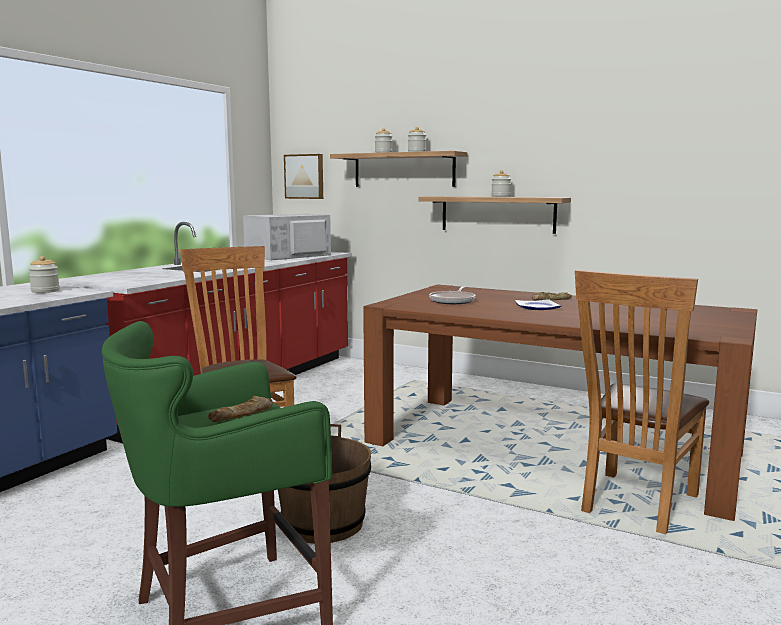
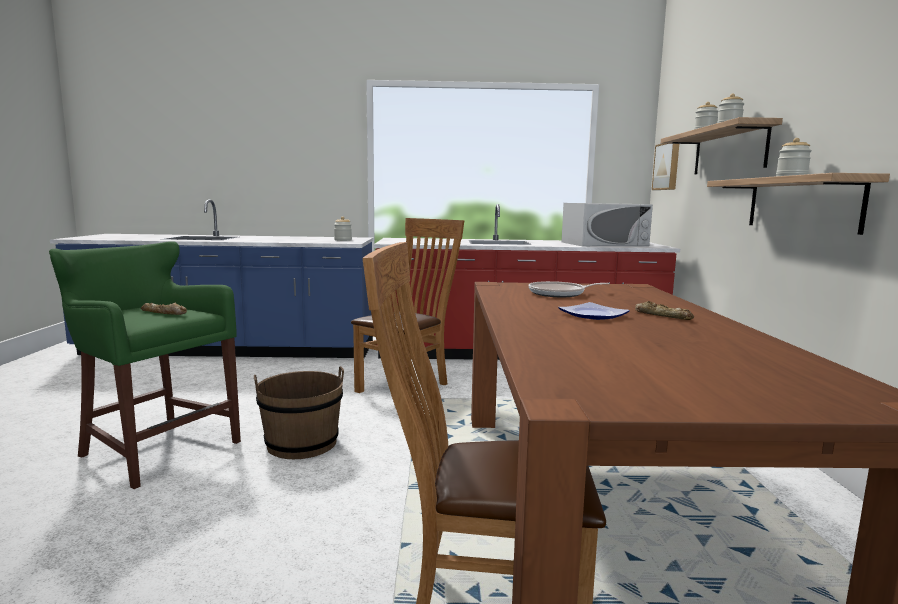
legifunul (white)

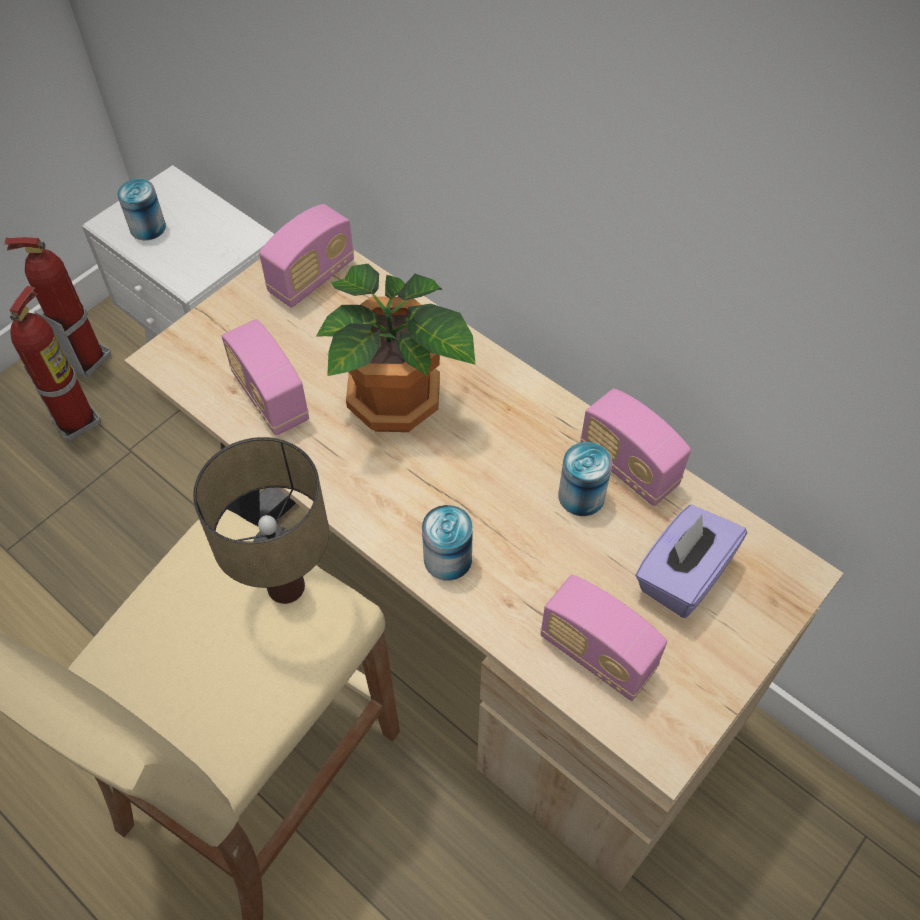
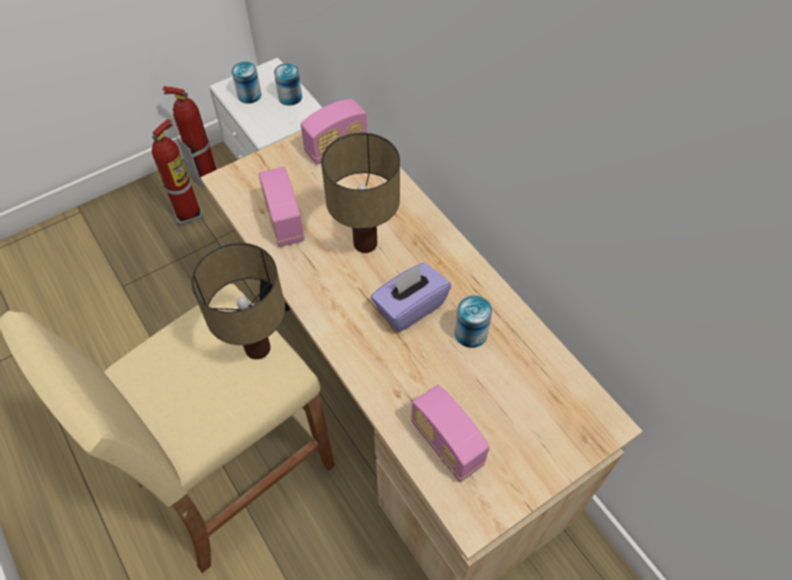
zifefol (4th from left in the first image)
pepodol (2nd from left)
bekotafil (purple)
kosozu (2nd from left)

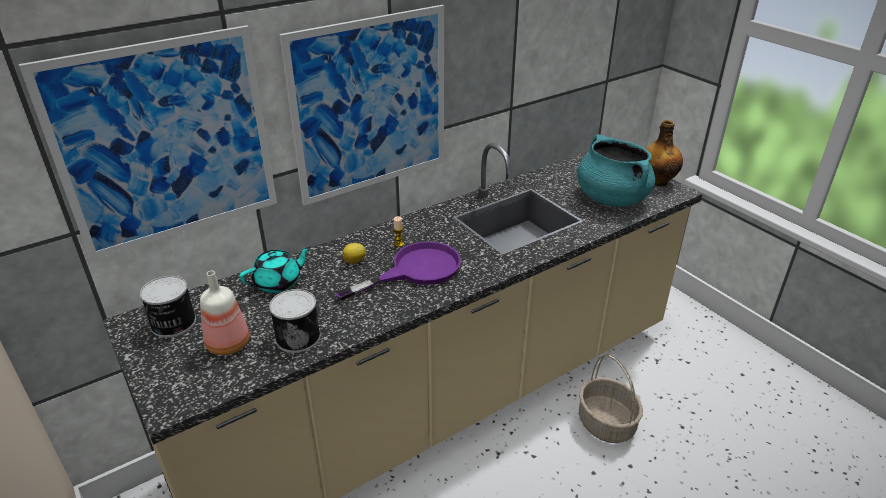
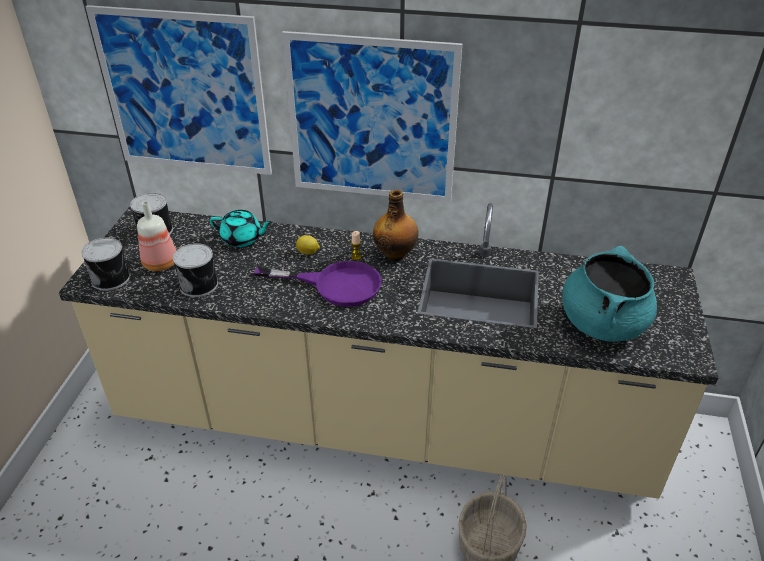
pepodol (1st from left)
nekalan (2nd from left)

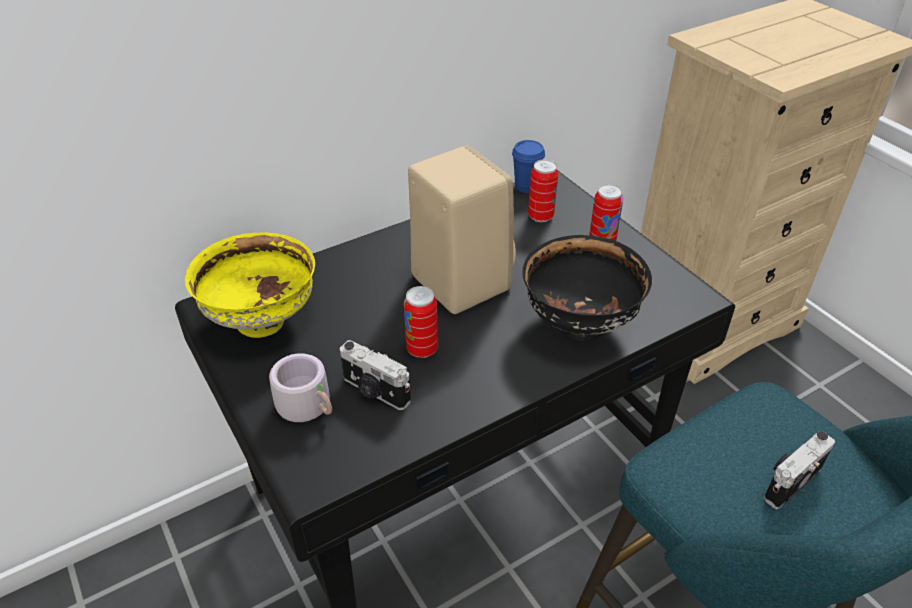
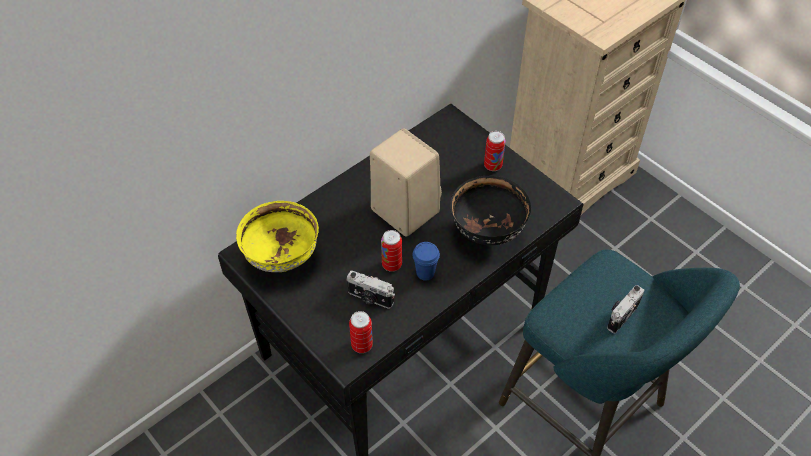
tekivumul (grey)
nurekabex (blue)
pepodol (1st from left)

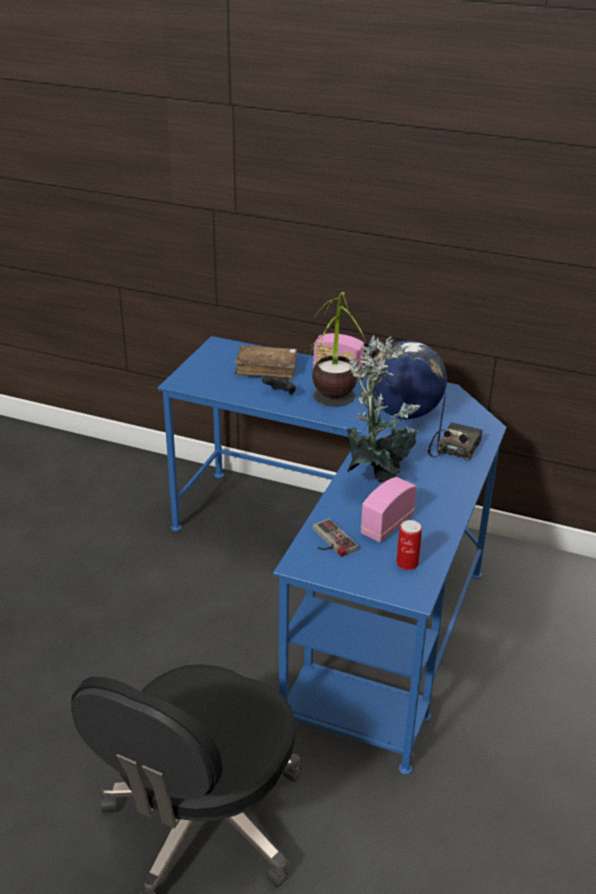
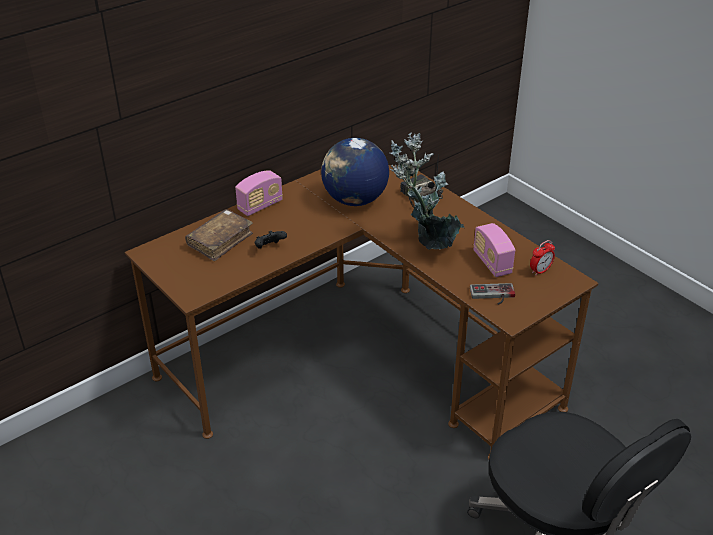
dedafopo (1st from left in the first image)
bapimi
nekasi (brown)

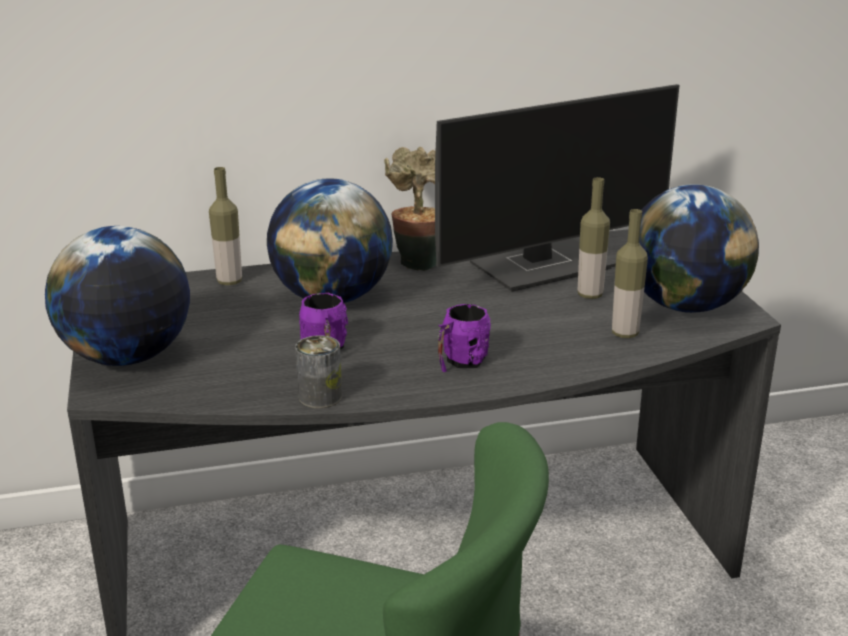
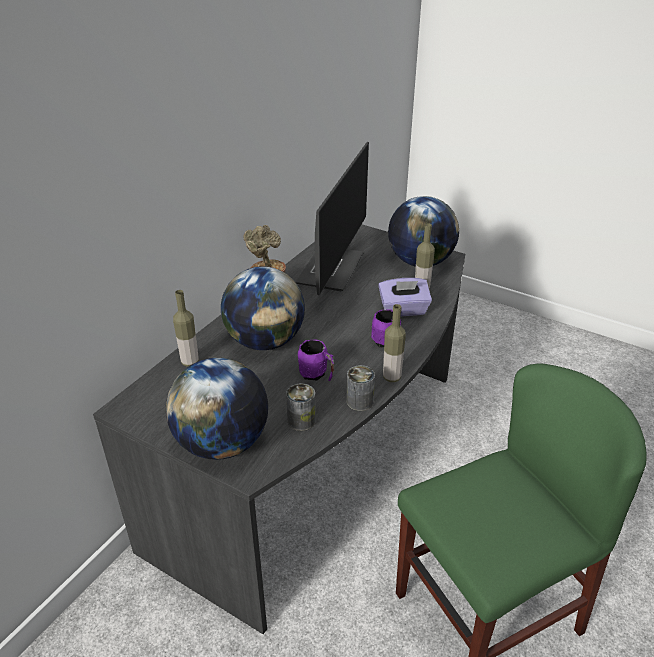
pepodol (1st from left)
bekotafil (purple)
nekalan (2nd from left)

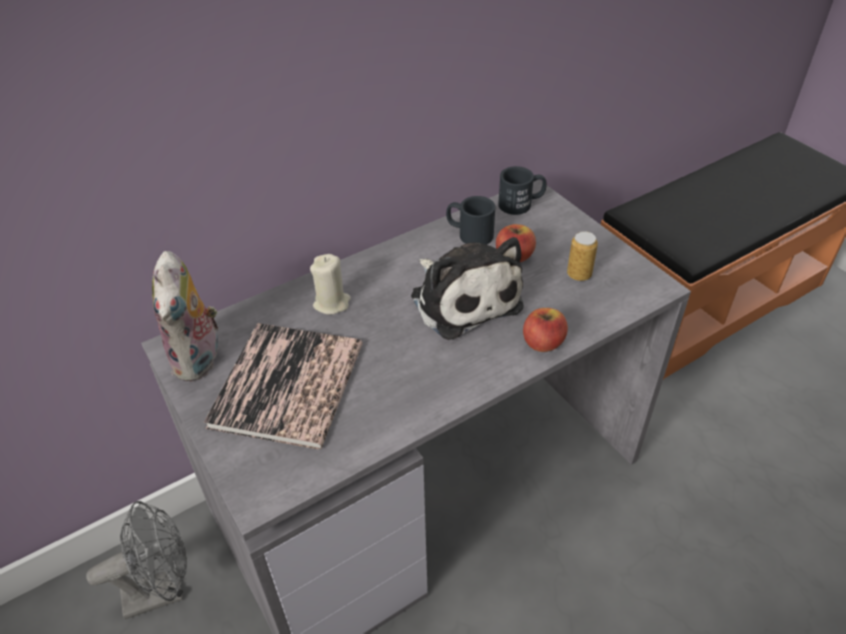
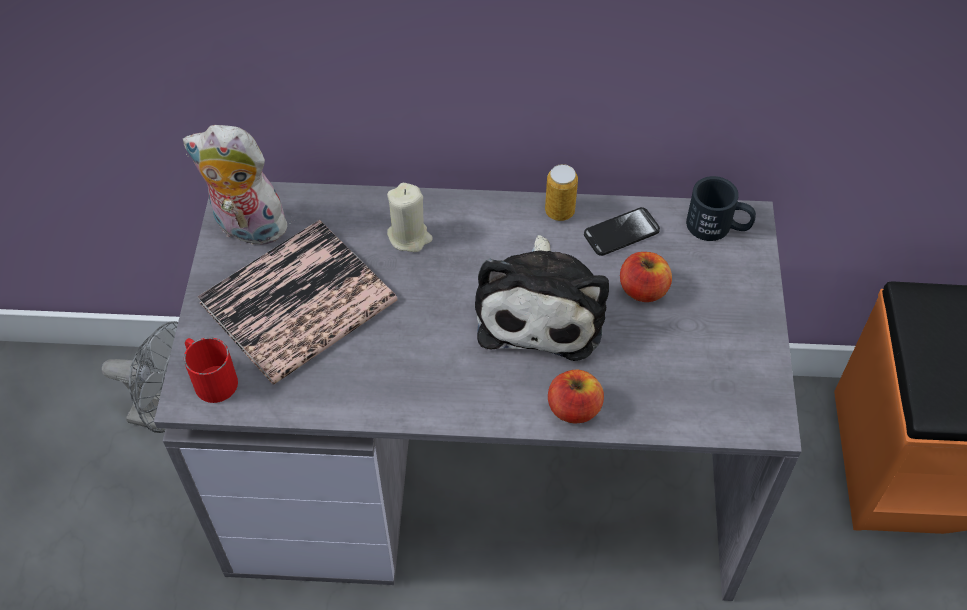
tekivumul (red)
pepodol
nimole
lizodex (1st from left)

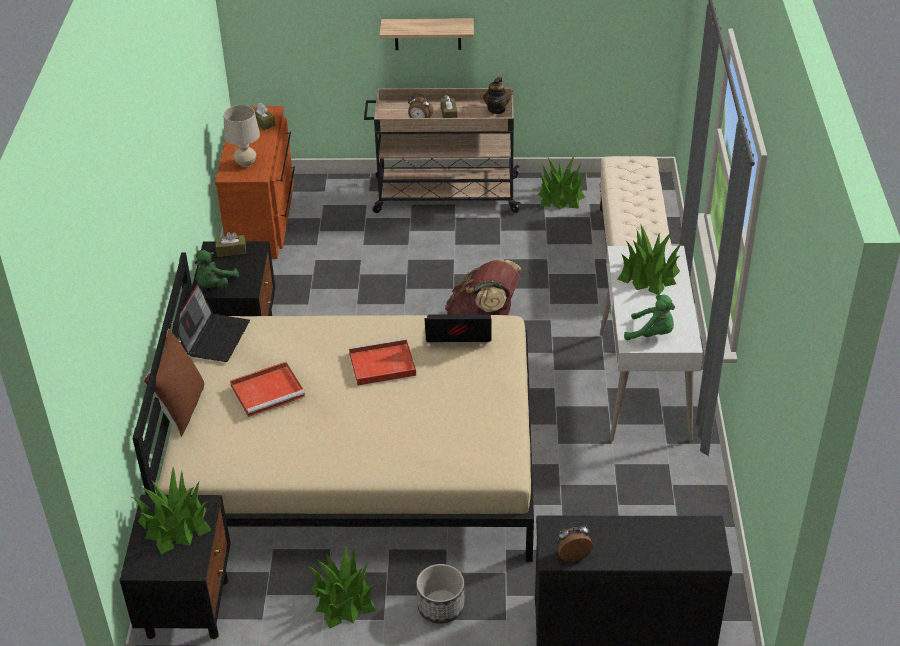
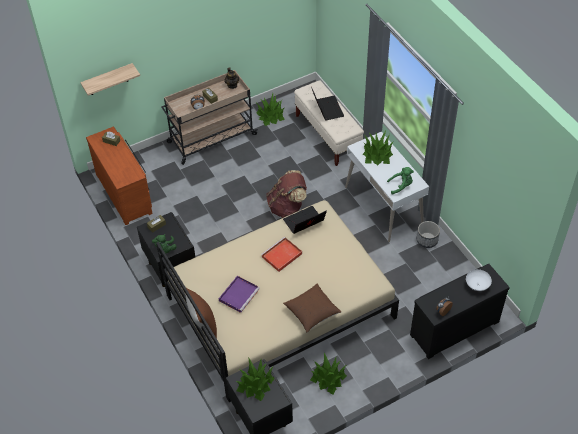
kosozu (beige)
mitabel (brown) (2nd from left)
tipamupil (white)
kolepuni (2nd from left)
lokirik
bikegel
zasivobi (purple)

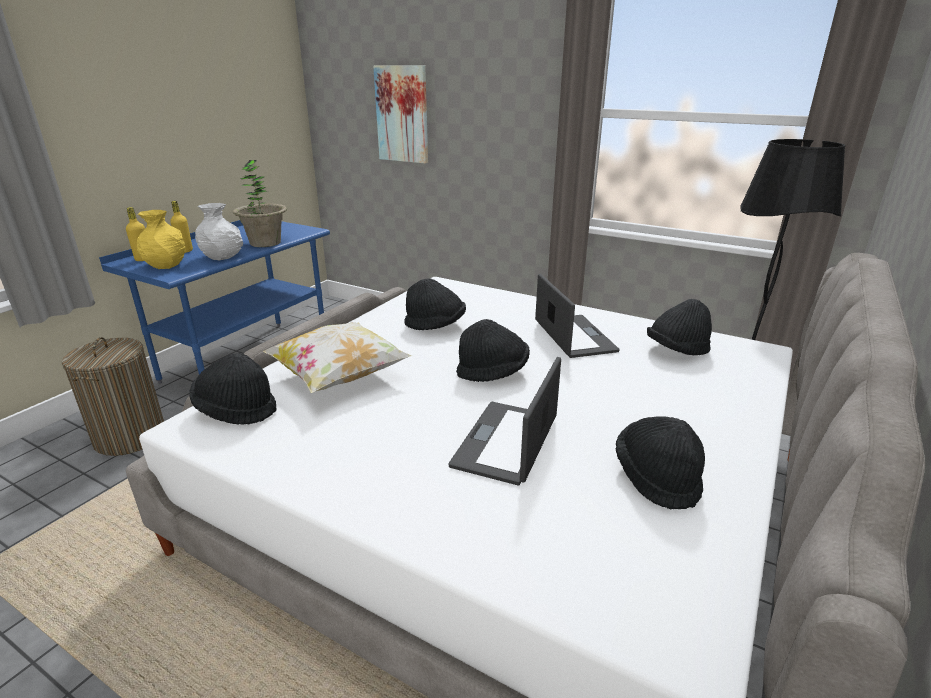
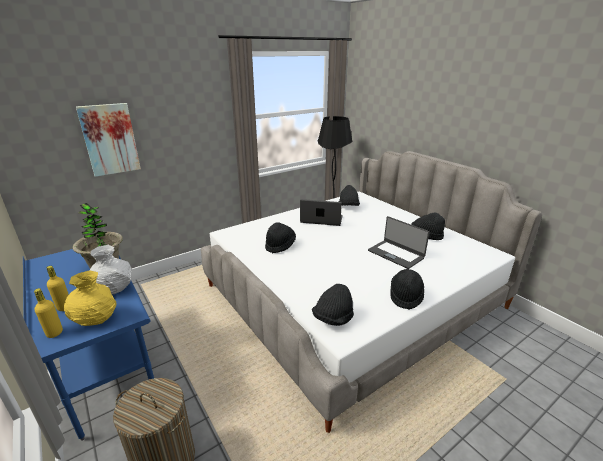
mitabel
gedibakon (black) (4th from left)

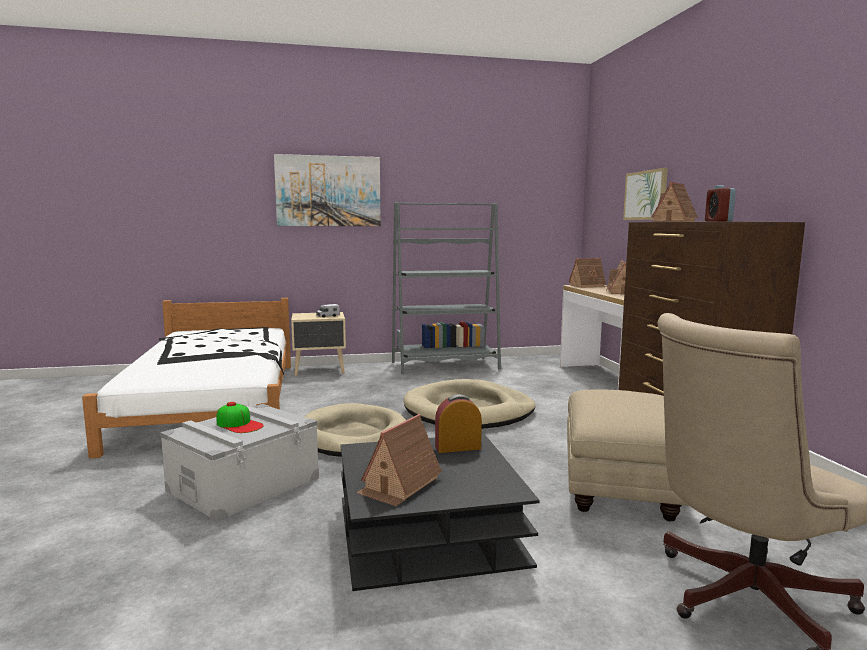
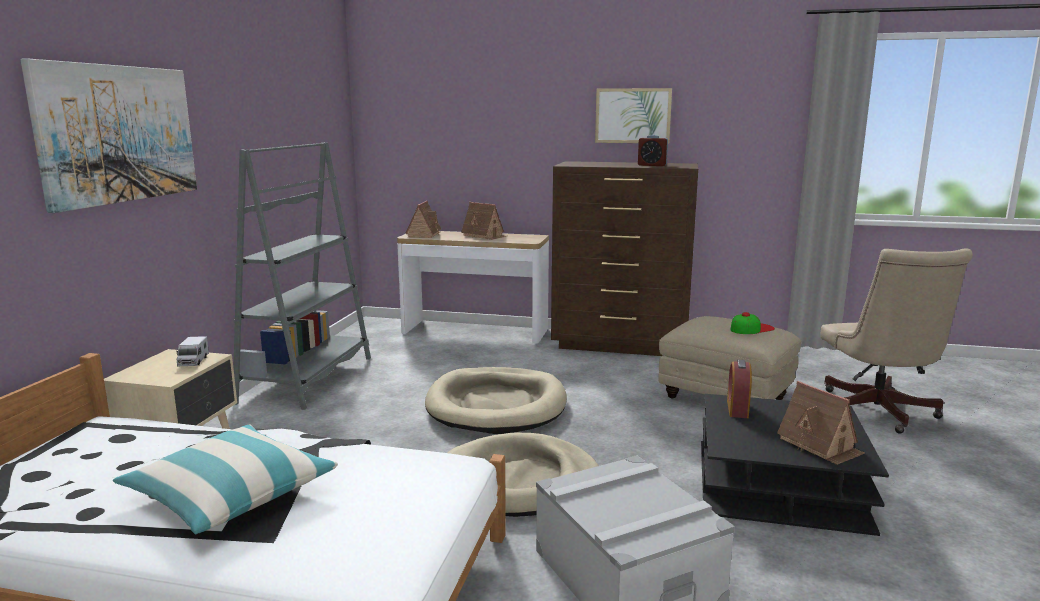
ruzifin (4th from left in the first image)
mitabel
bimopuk
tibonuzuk (2nd from left)

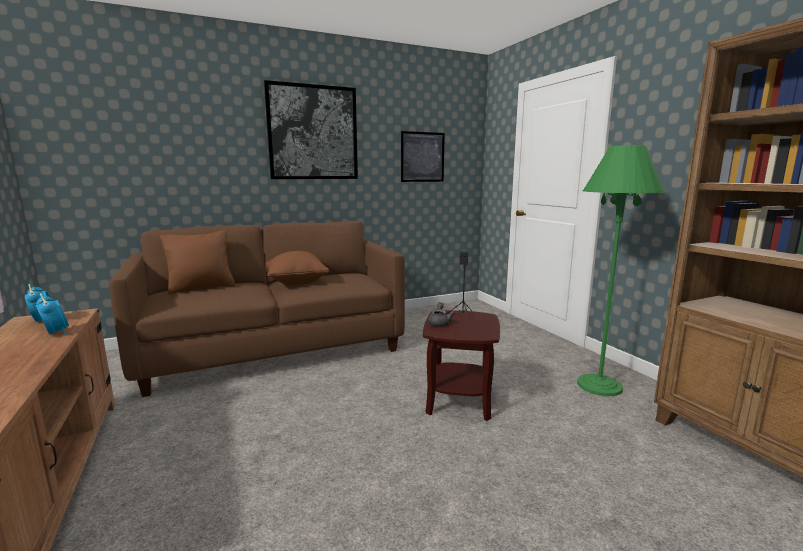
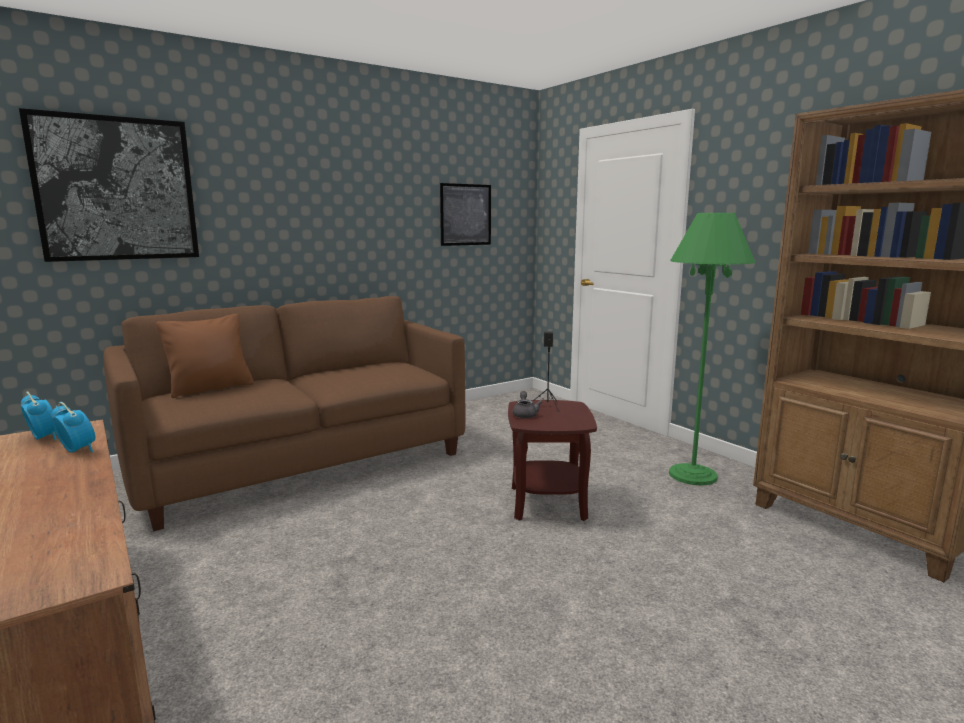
mitabel (brown) (2nd from left in the first image)
tibonuzuk (1st from left)

